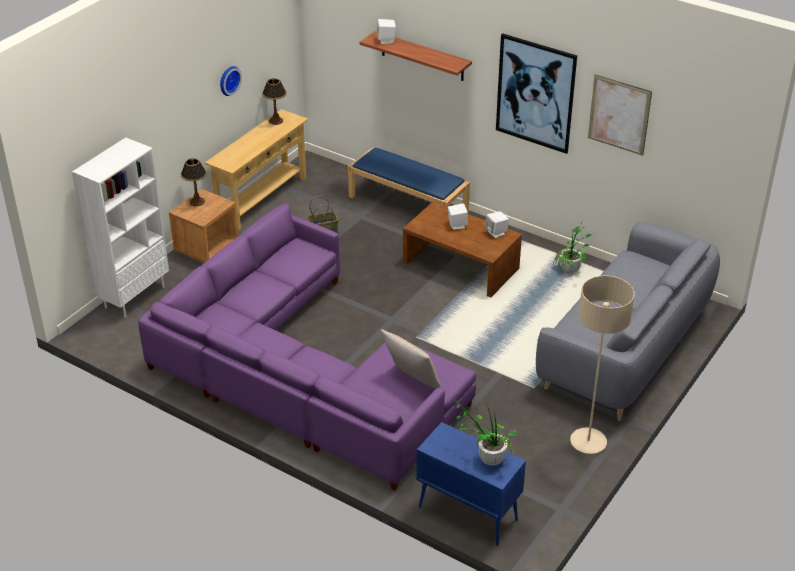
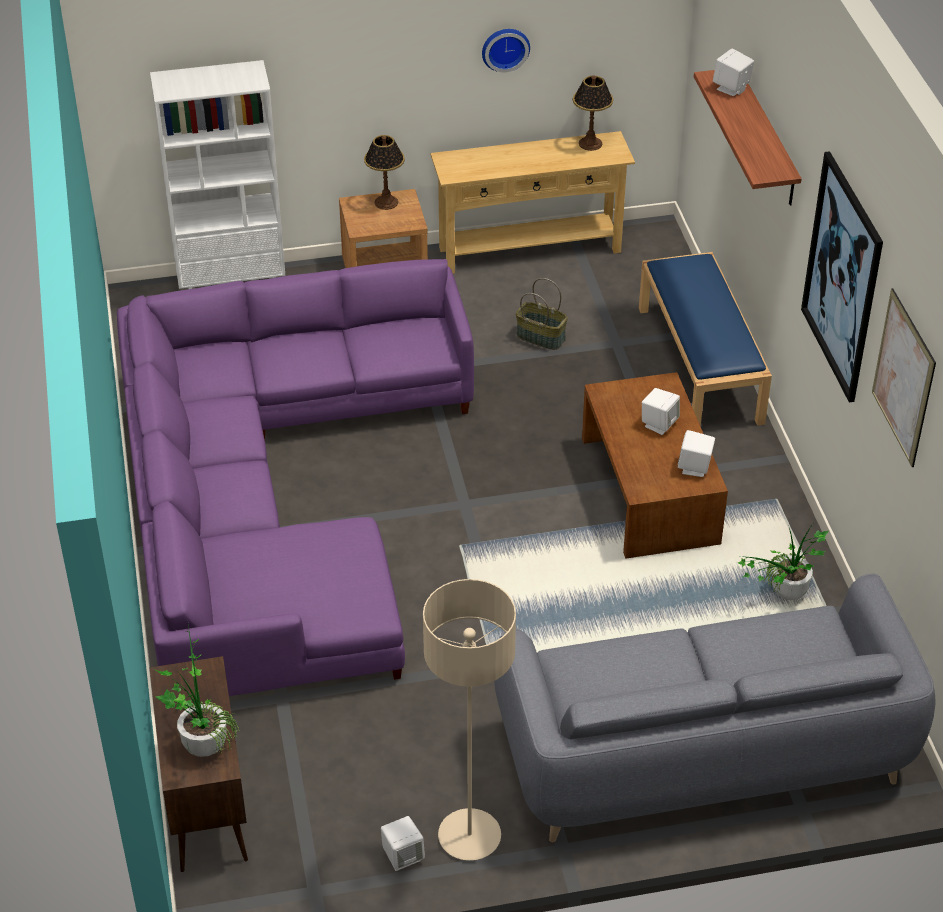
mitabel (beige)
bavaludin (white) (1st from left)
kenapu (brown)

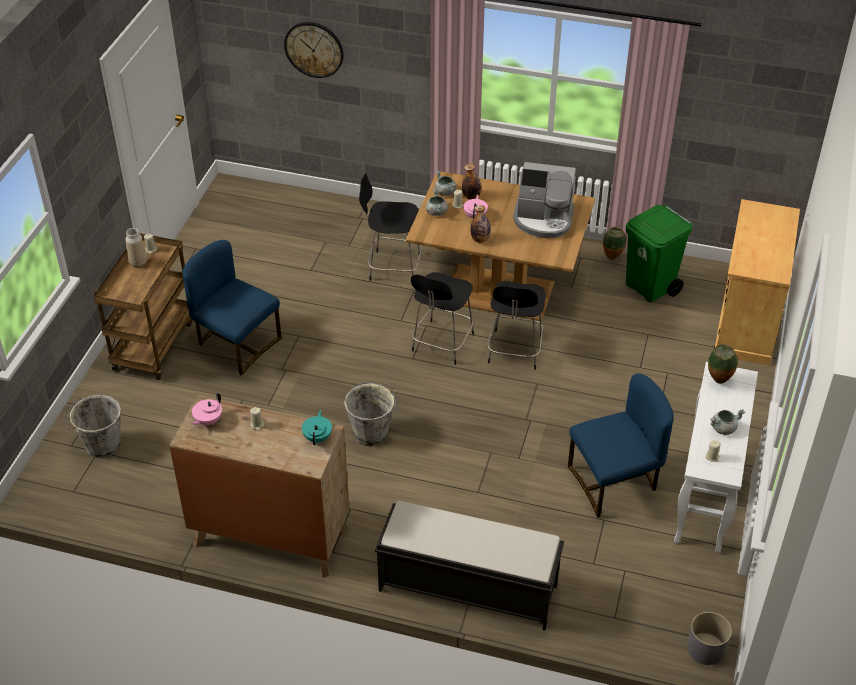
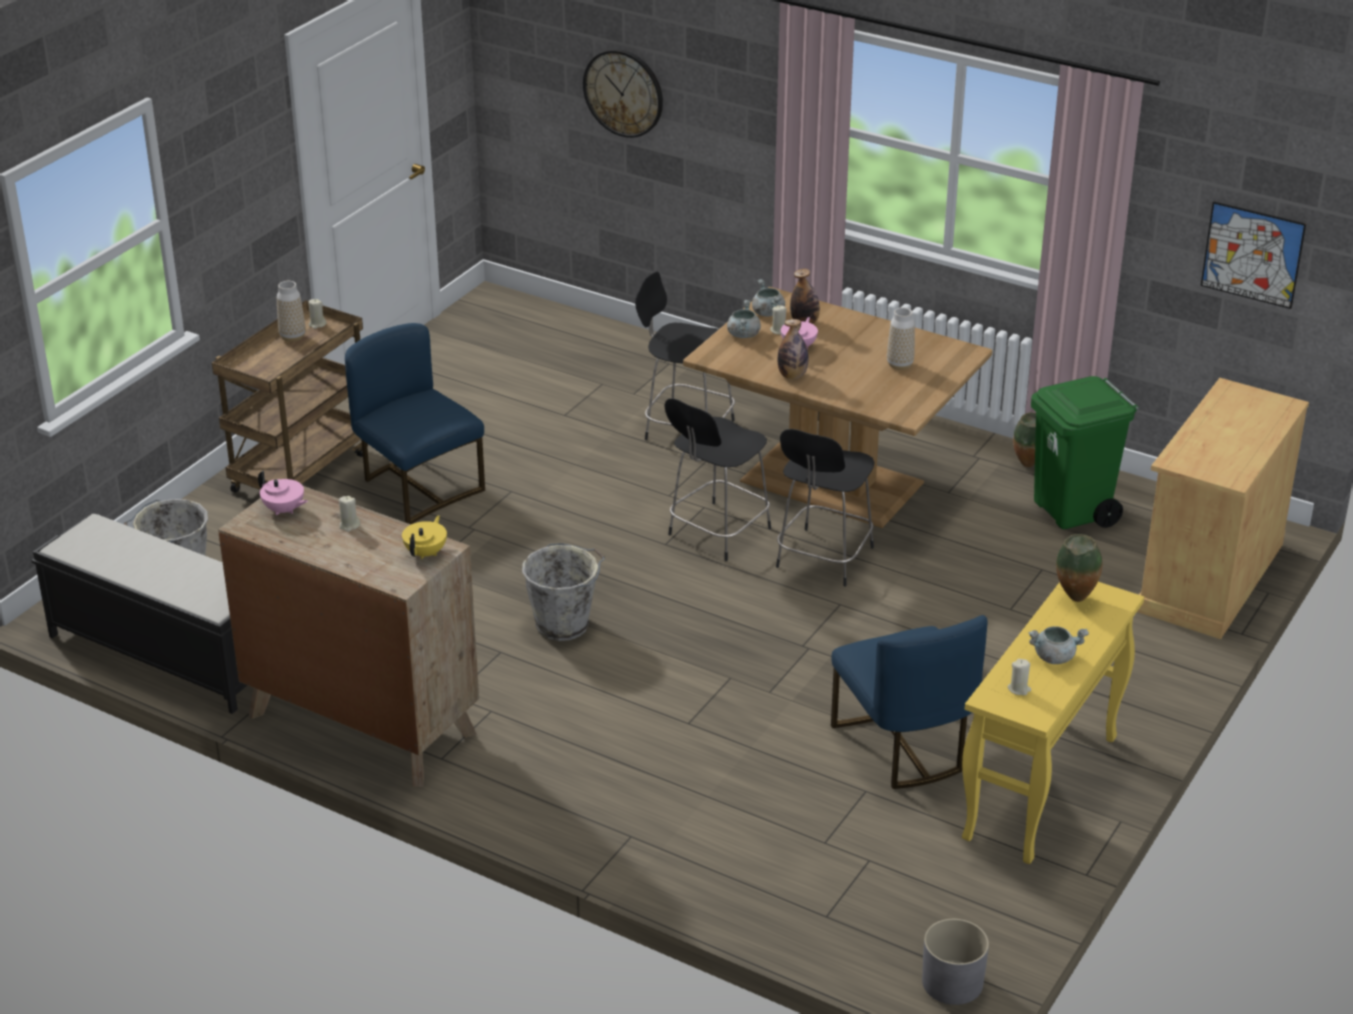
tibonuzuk
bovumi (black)
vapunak (2nd from left)
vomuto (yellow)
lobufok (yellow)
vomuto (pink) (1st from left)
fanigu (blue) (2nd from left)

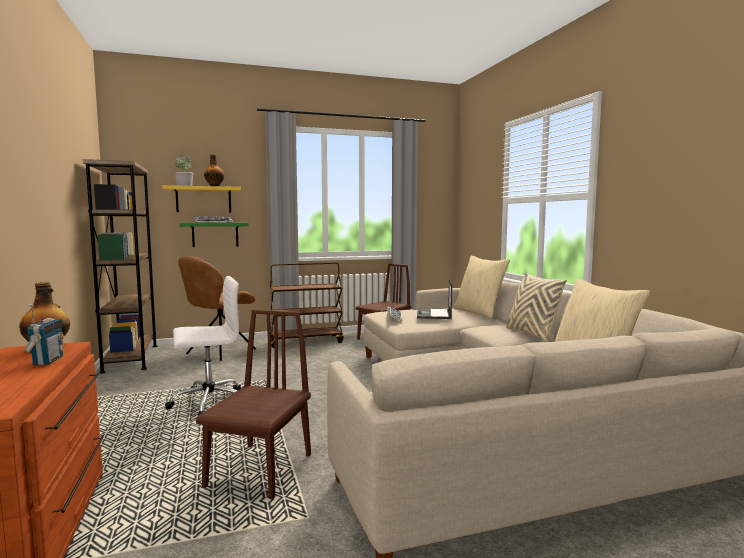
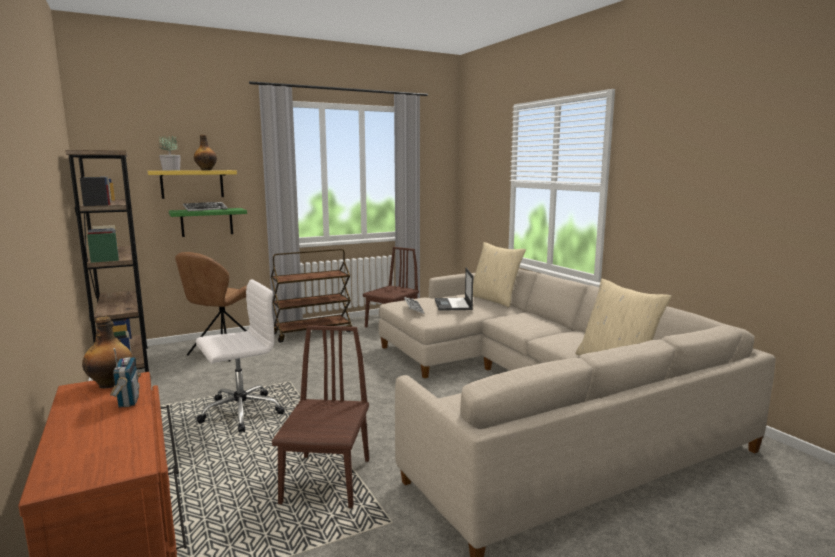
mitabel (beige) (2nd from left in the first image)

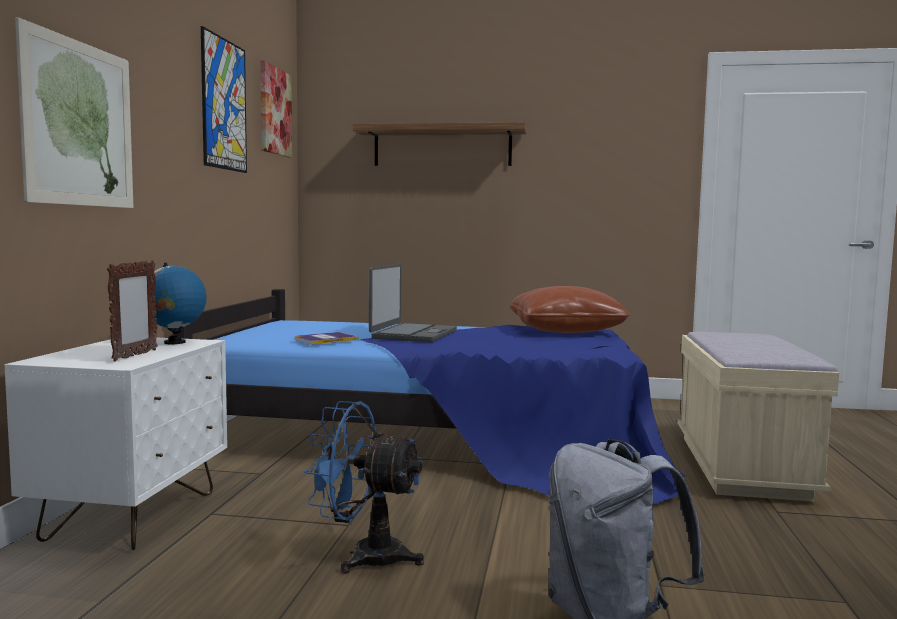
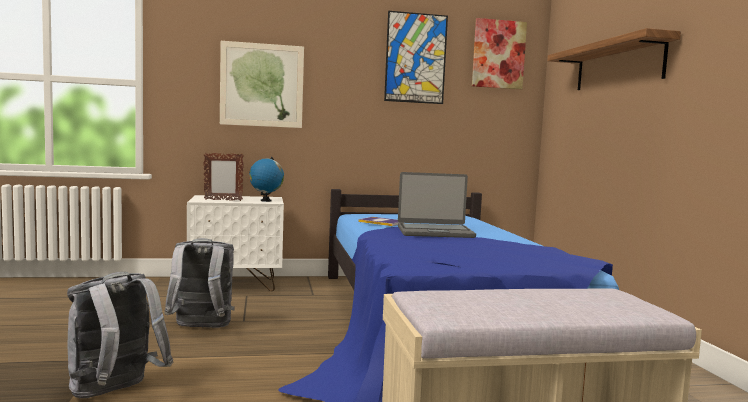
mitabel (brown)
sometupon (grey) (2nd from left)

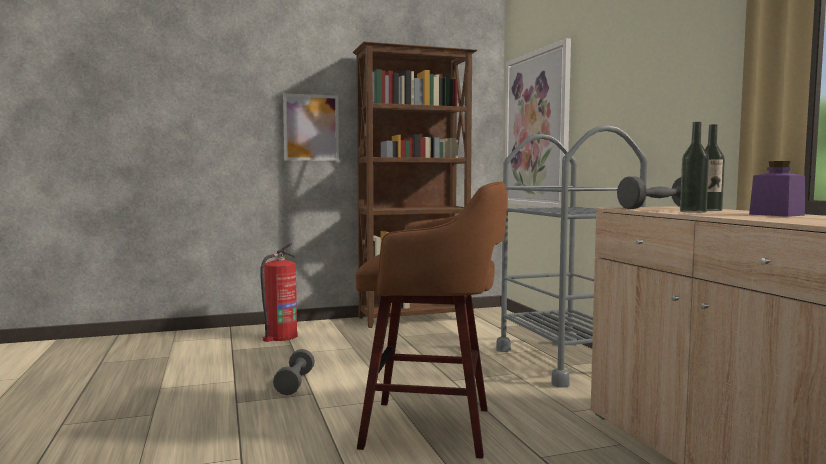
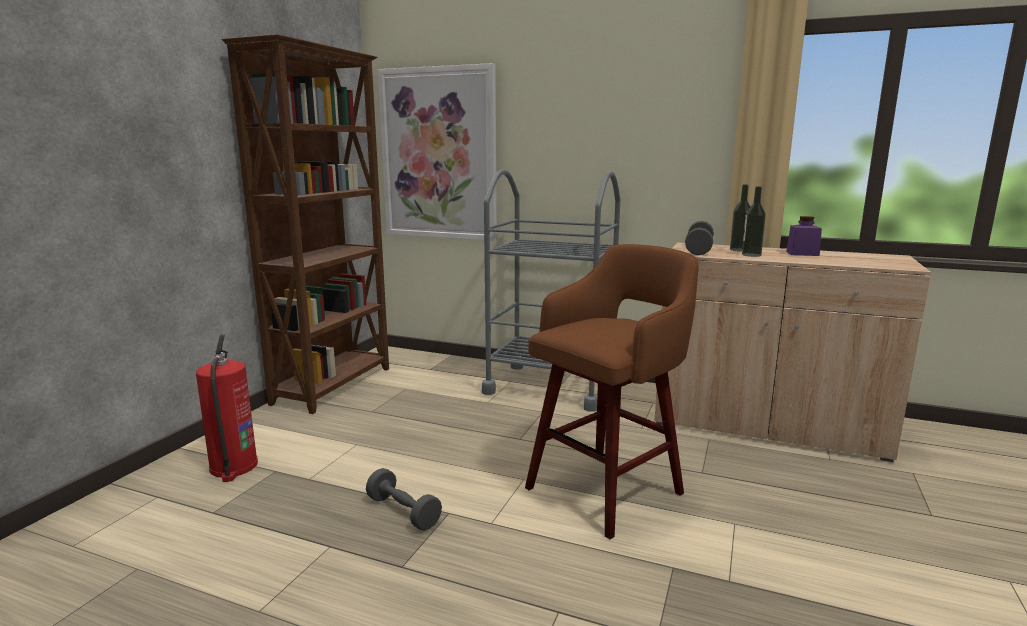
tibonuzuk (1st from left in the first image)

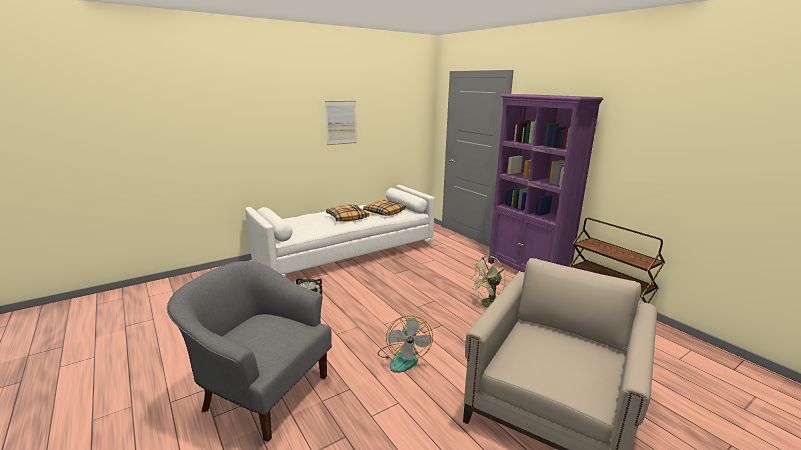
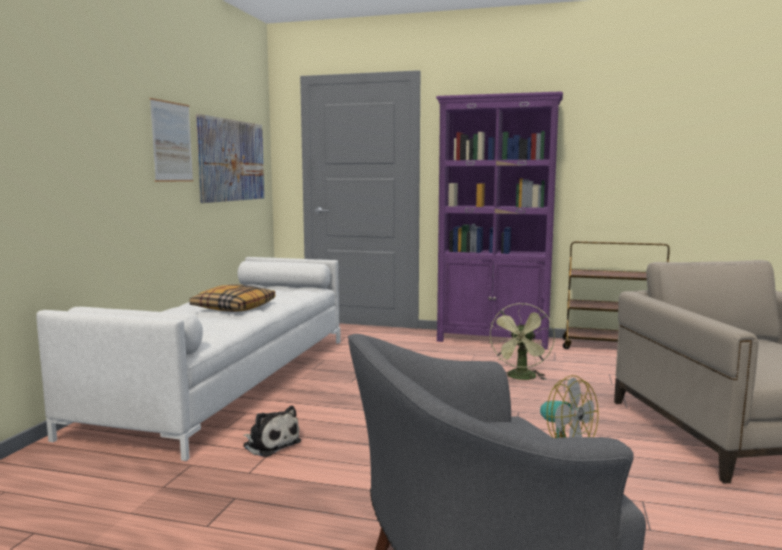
mitabel (2nd from left in the first image)
tibonuzuk (2nd from left)

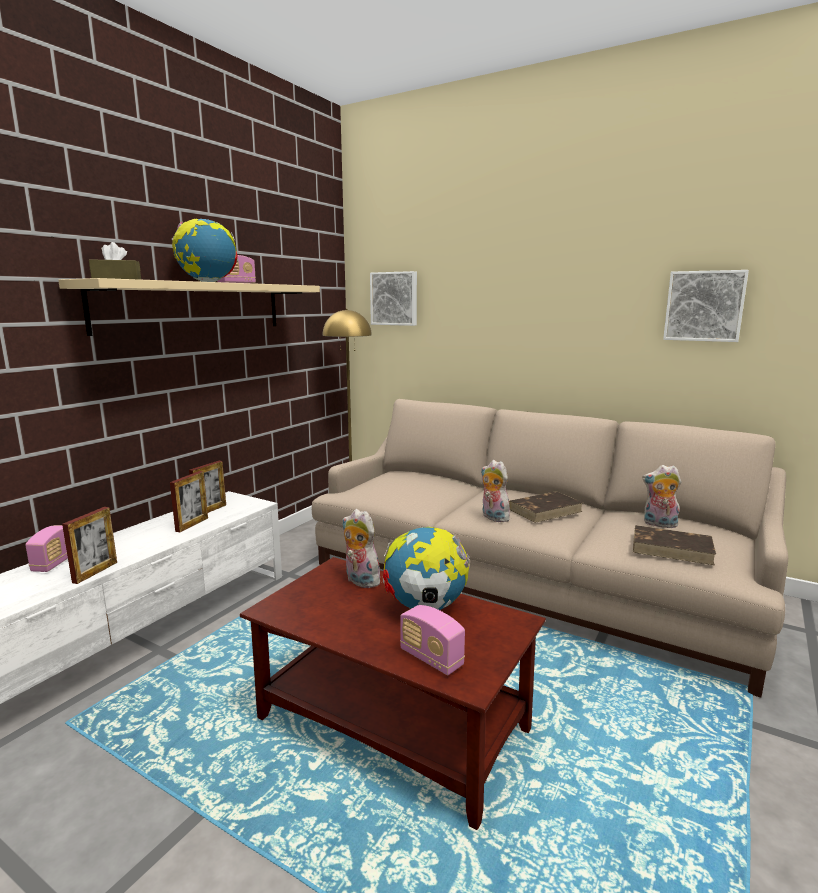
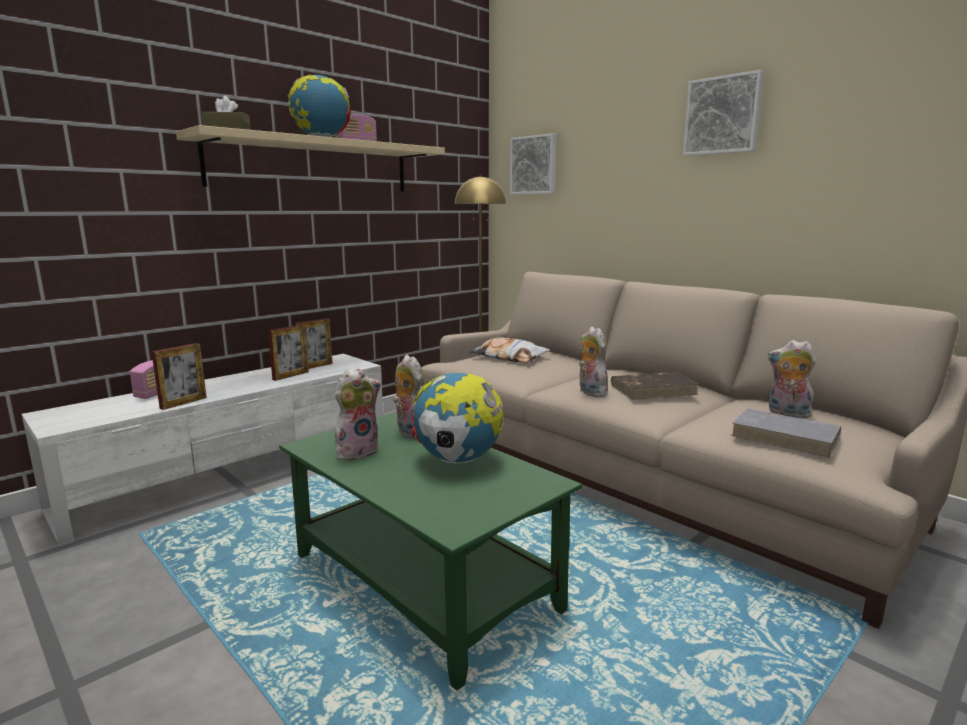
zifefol (3rd from left in the first image)
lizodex (1st from left)
mitabel
tibonuzuk (2nd from left)
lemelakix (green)
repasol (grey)

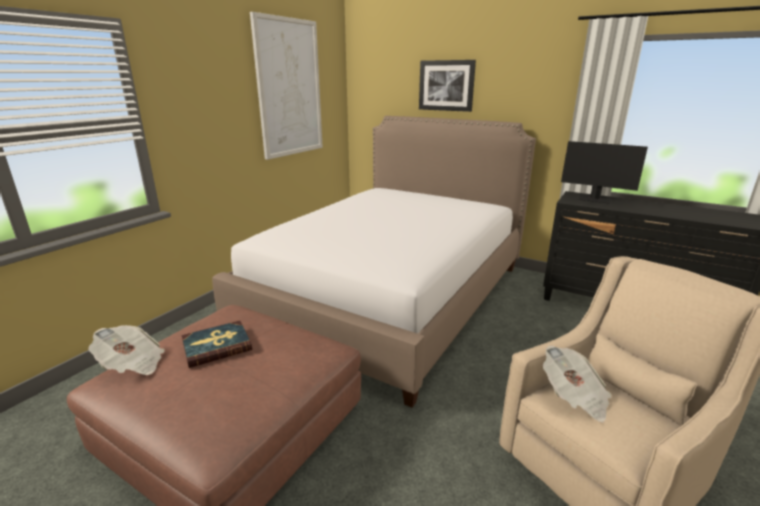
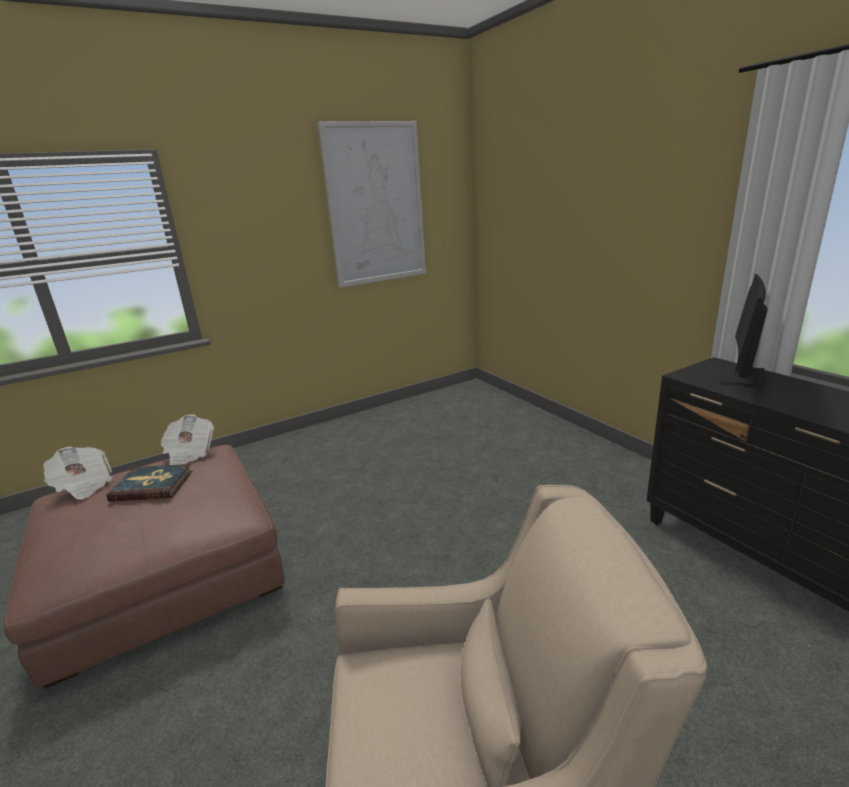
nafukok
tibonuzuk (2nd from left in the first image)
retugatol (2nd from left)
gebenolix

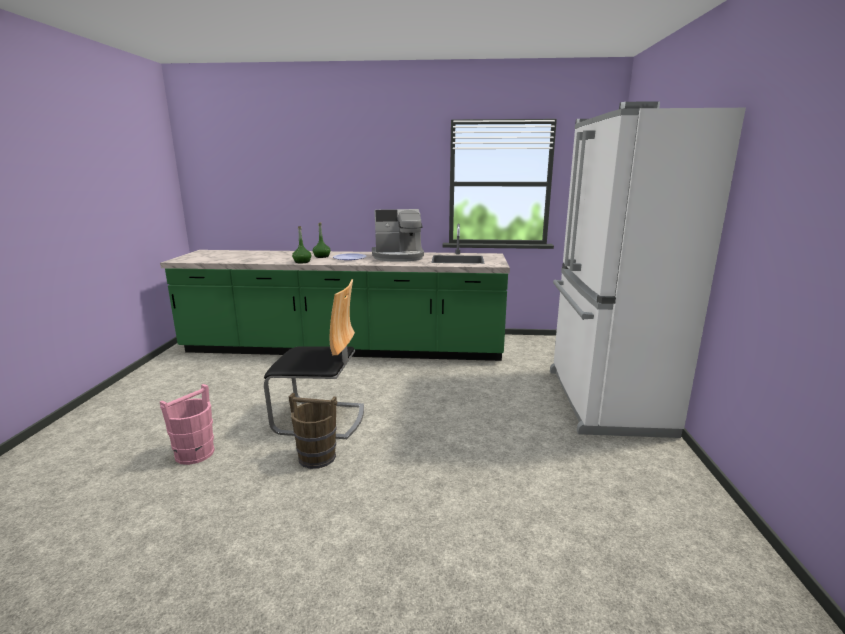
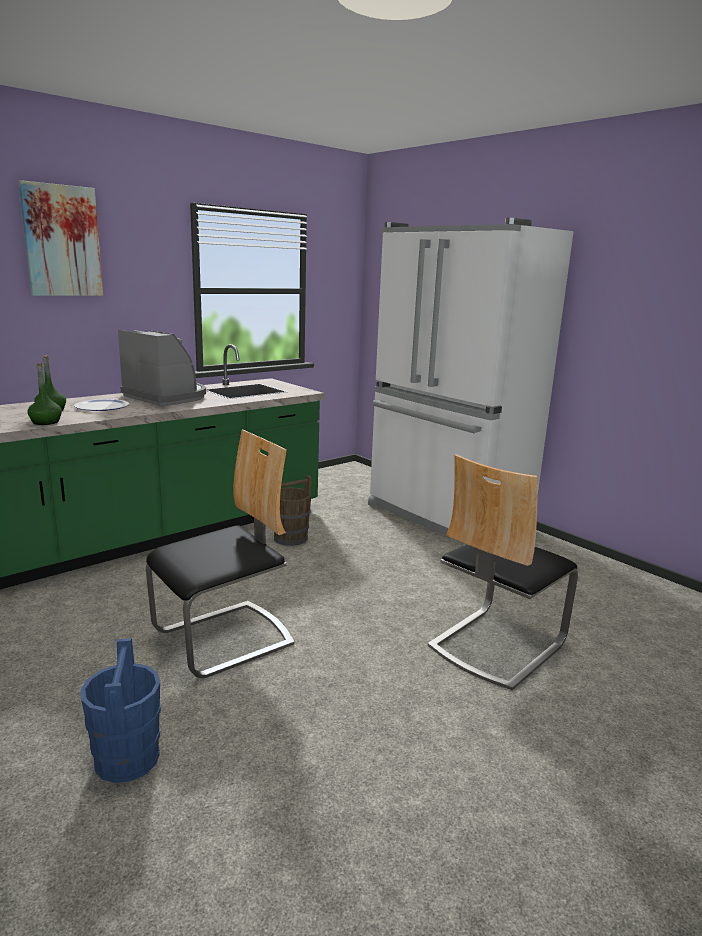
tibonuzuk
fanigu (2nd from left)
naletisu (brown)
naletisu (blue)
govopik

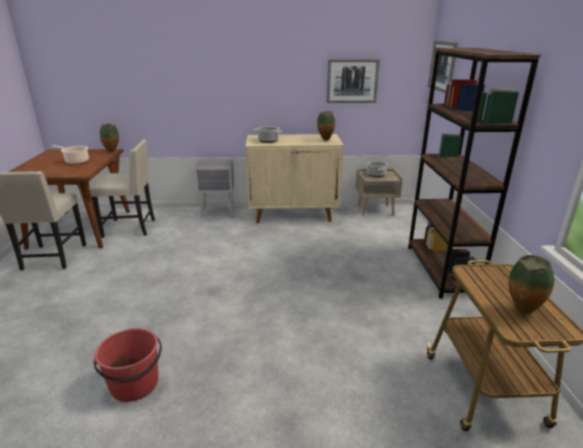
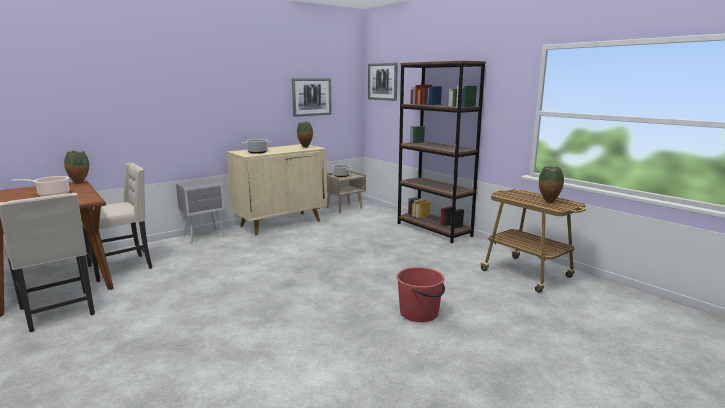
naletisu (red)

